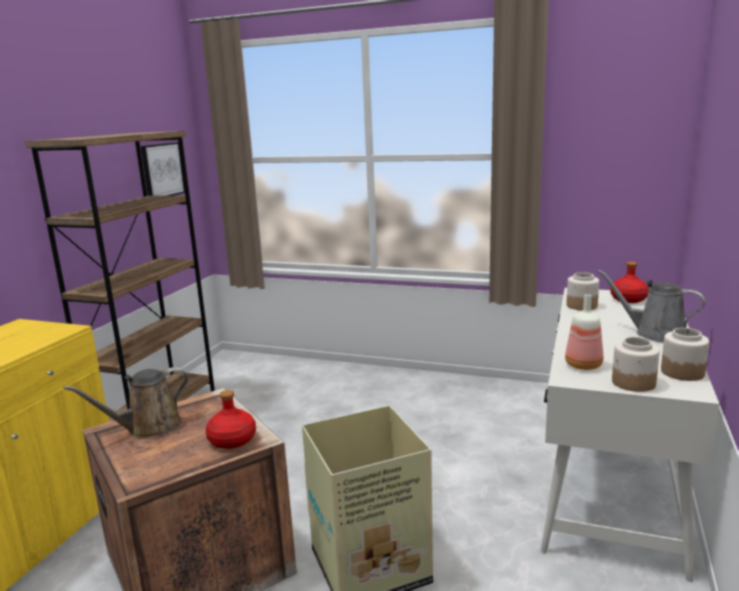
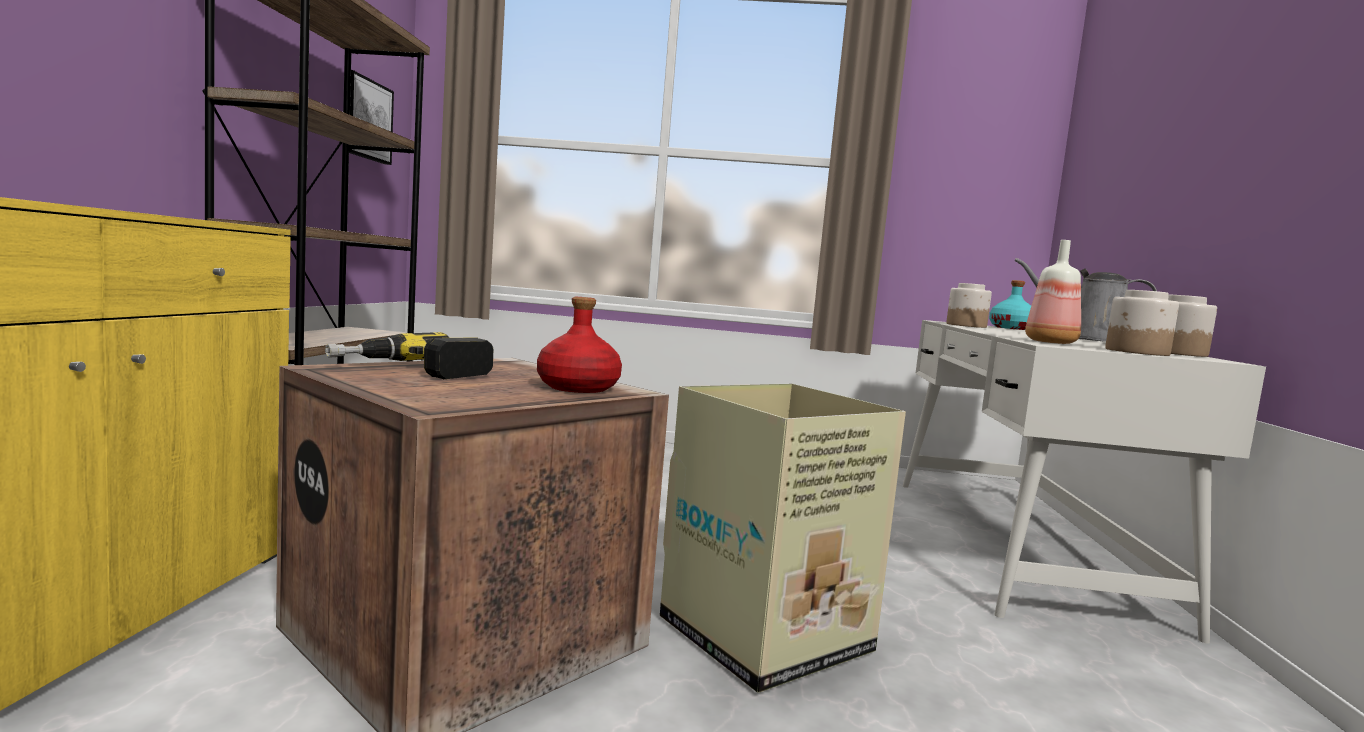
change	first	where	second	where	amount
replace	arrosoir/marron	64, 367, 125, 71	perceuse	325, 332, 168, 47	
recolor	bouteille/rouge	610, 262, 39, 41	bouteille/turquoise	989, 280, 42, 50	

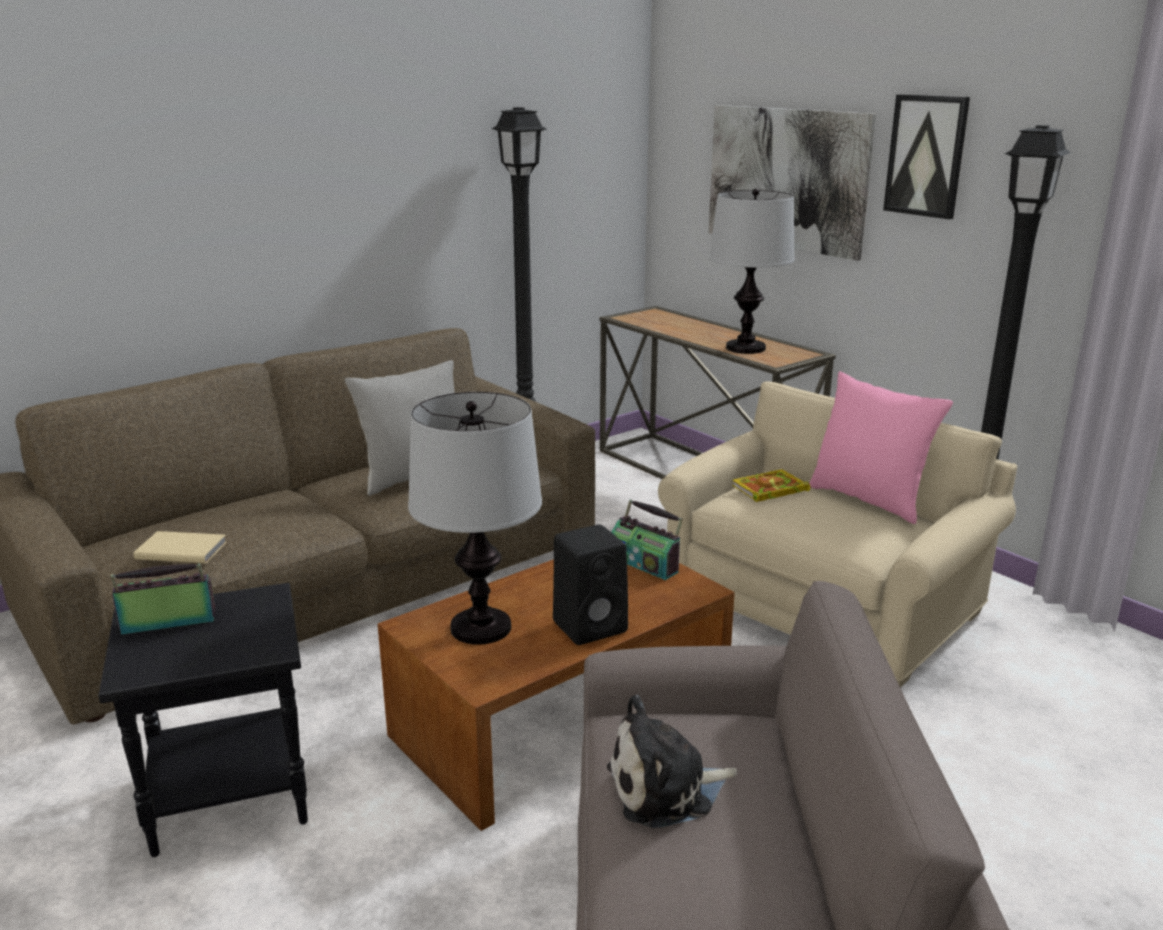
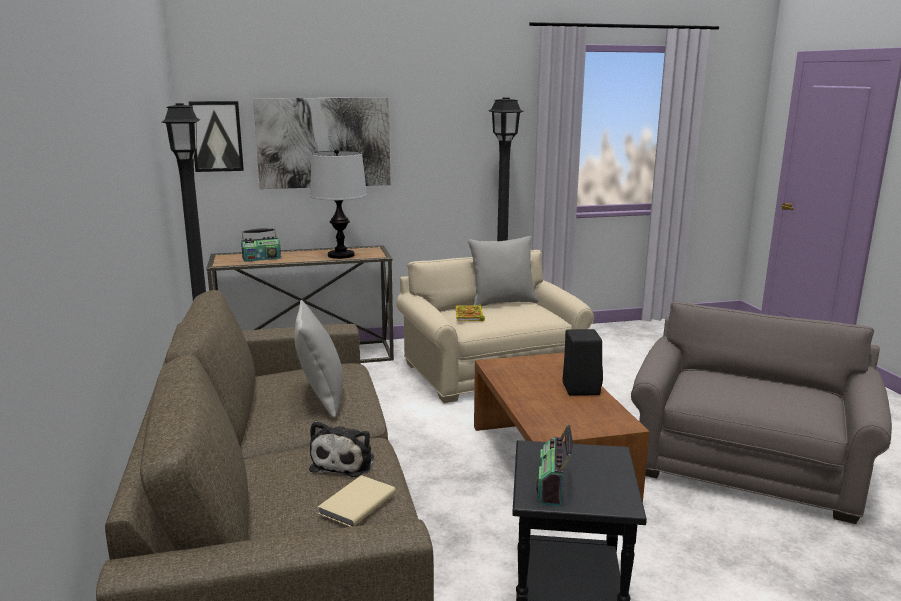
change	first	where	second	where	amount
delete	lampe de table	408, 392, 134, 253			
move	peluche	607, 695, 130, 133		309, 421, 65, 56	
move	radio	611, 499, 72, 81		241, 228, 40, 34	
recolor	coussin/rose	809, 371, 144, 153	coussin/gris	468, 236, 71, 70	
move	tableau	883, 94, 87, 125		189, 101, 55, 71	

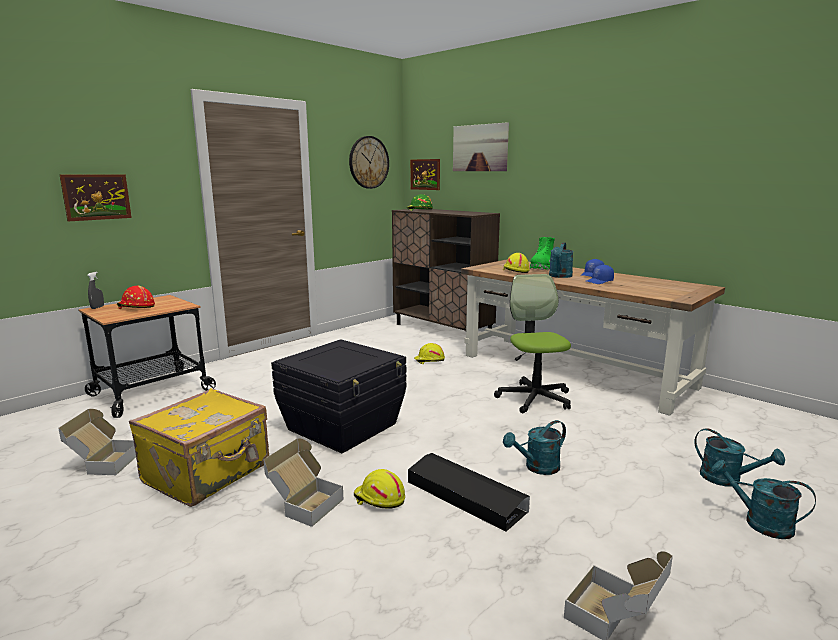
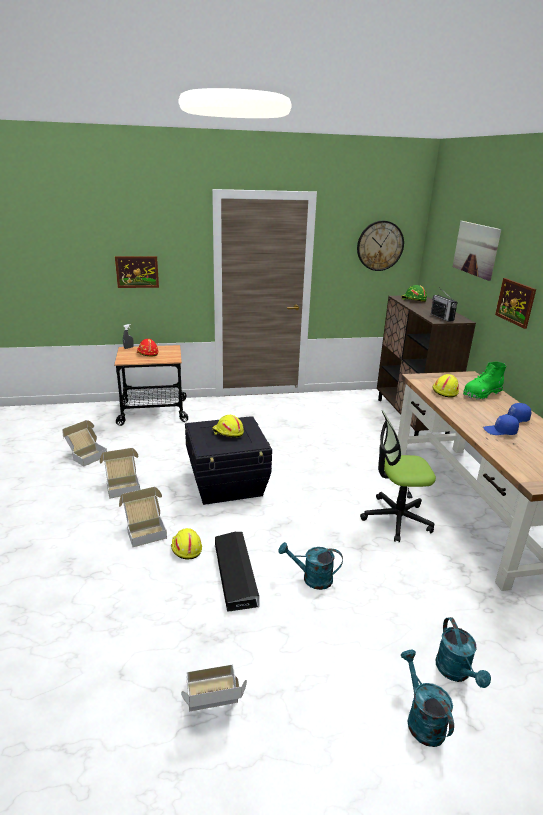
change	first	where	second	where	amount
replace	valise/jaune	129, 388, 140, 119	carton	100, 448, 40, 51	
move	tableau	410, 159, 30, 31		495, 278, 41, 51	
move	casque de chantier/jaune	414, 343, 31, 21		212, 415, 32, 22	
rotate	chaise de bureau	494, 274, 77, 139		360, 410, 76, 132	120 degrees counterclockwise
delete	arrosoir/turquoise	549, 242, 25, 36			
insert			radio	431, 287, 27, 35	

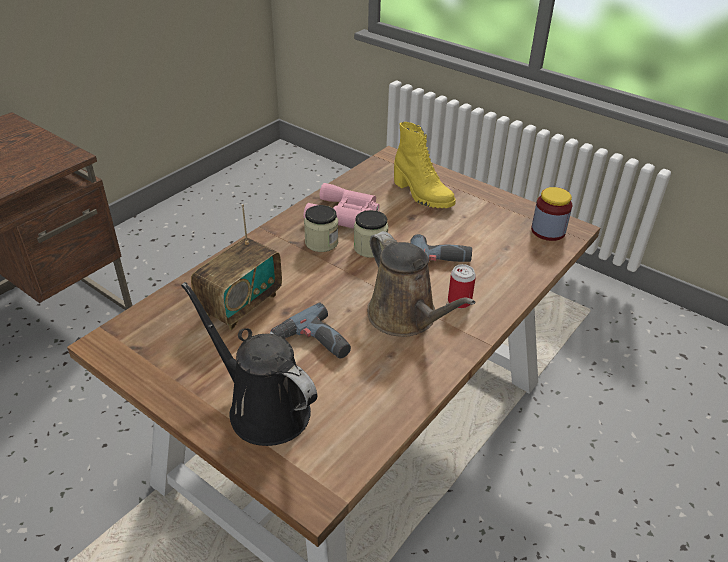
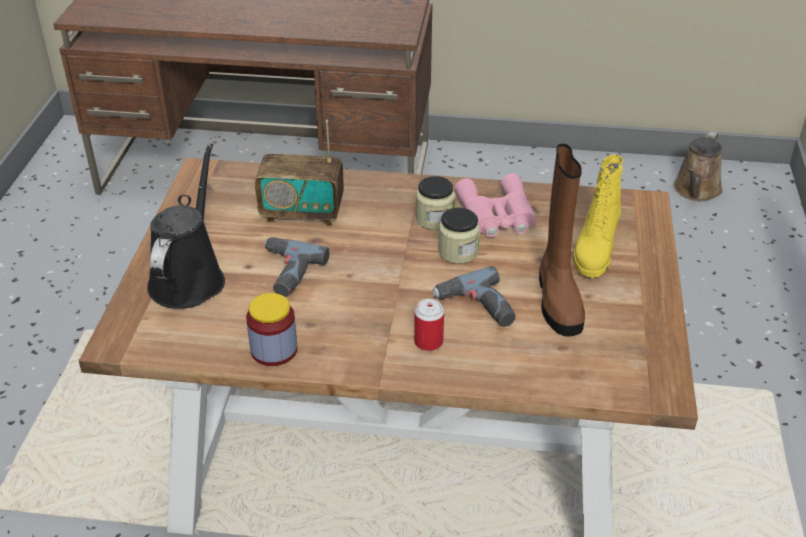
change	first	where	second	where	amount
move	arrosoir/marron	367, 231, 109, 106		673, 131, 49, 70	
move	bocal	531, 187, 42, 54		246, 293, 51, 73	
insert			botte/marron	539, 144, 46, 192	

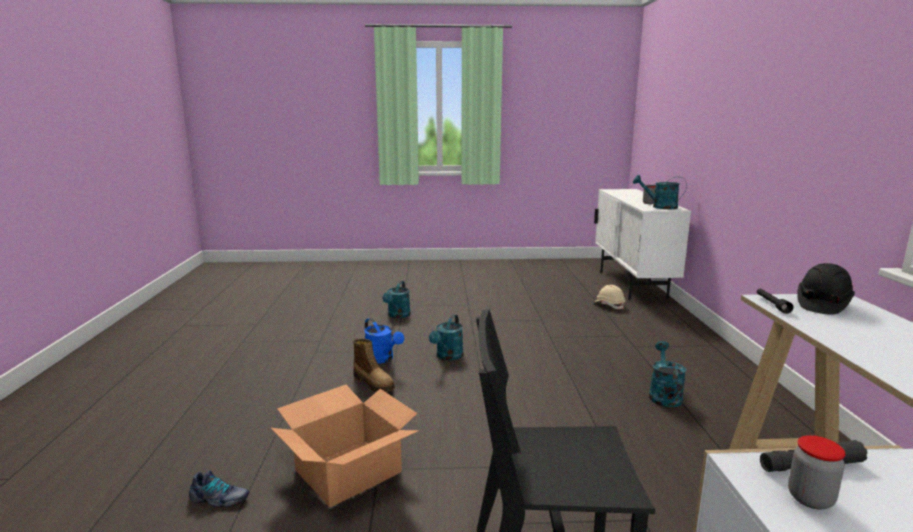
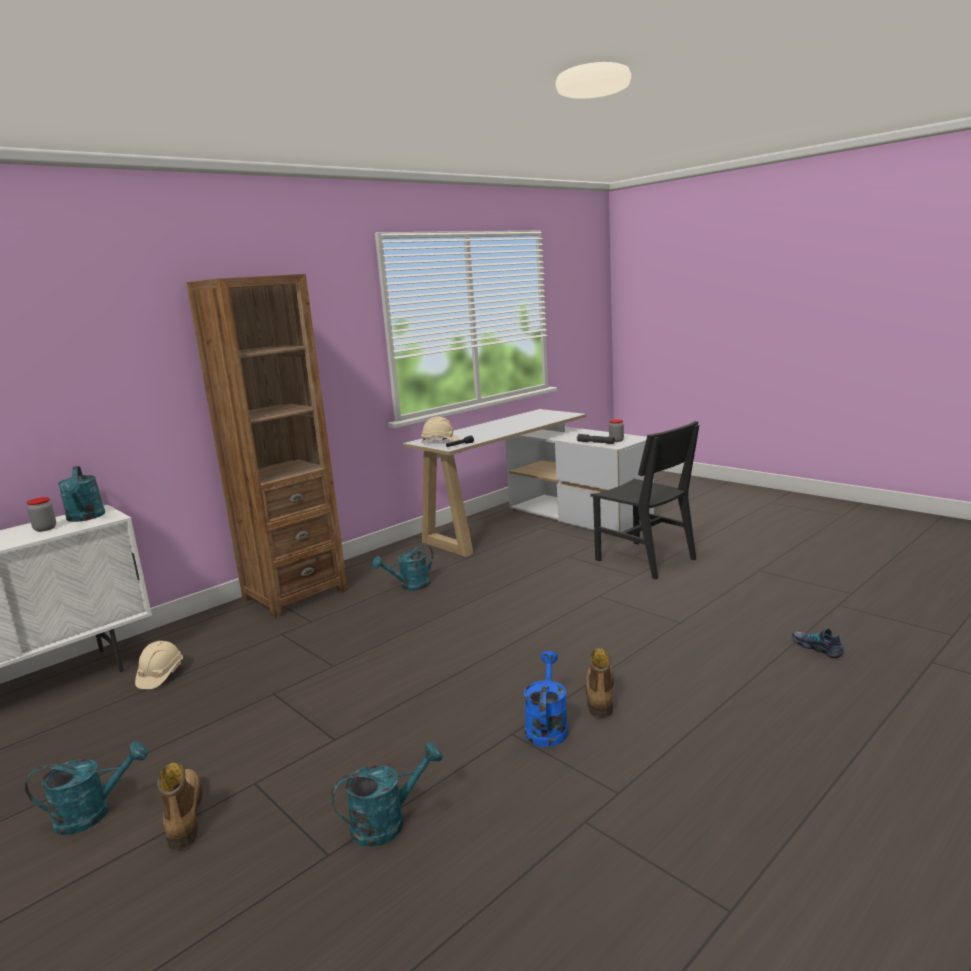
change	first	where	second	where	amount
delete	carton	271, 385, 148, 122			
move	arrosoir/turquoise	429, 314, 34, 46		25, 741, 123, 94	
recolor	casque de chantier/noir	797, 263, 58, 52	casque de chantier/beige	421, 417, 38, 27	
insert			botte	157, 763, 46, 87	
insert			bibliothèque/marron	187, 274, 161, 345	

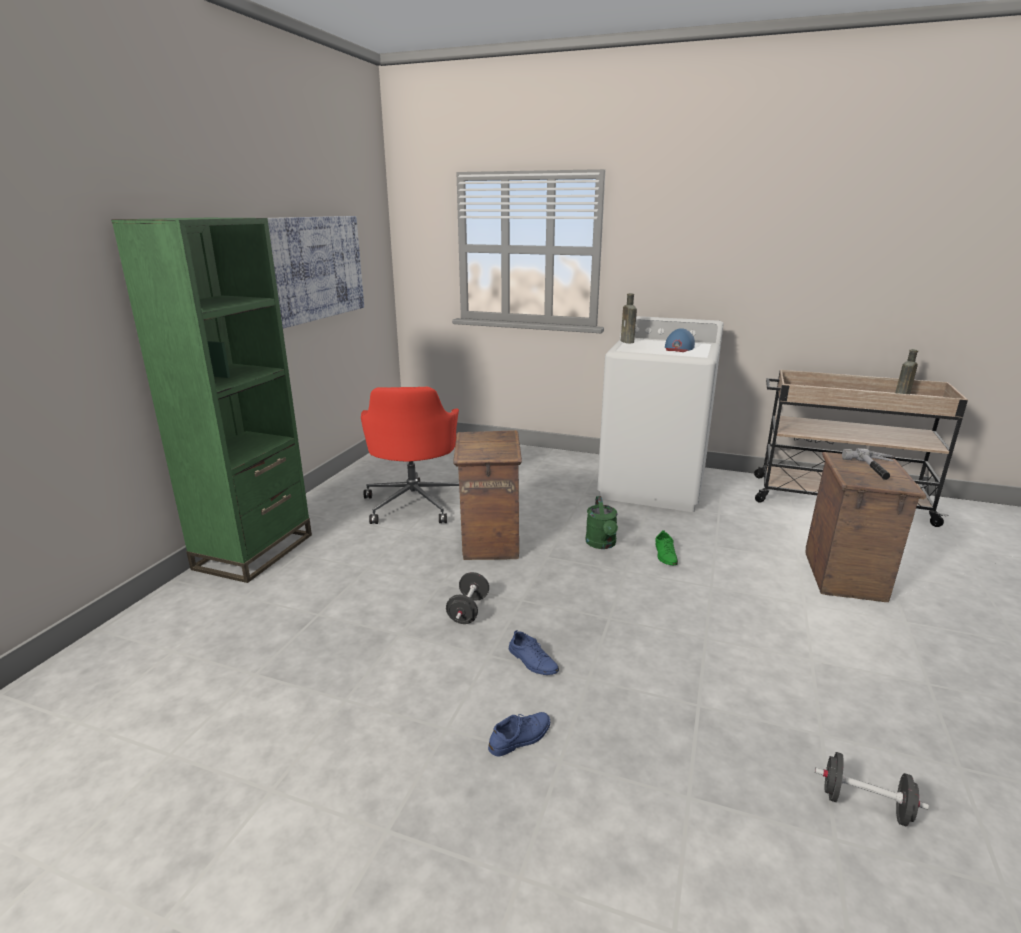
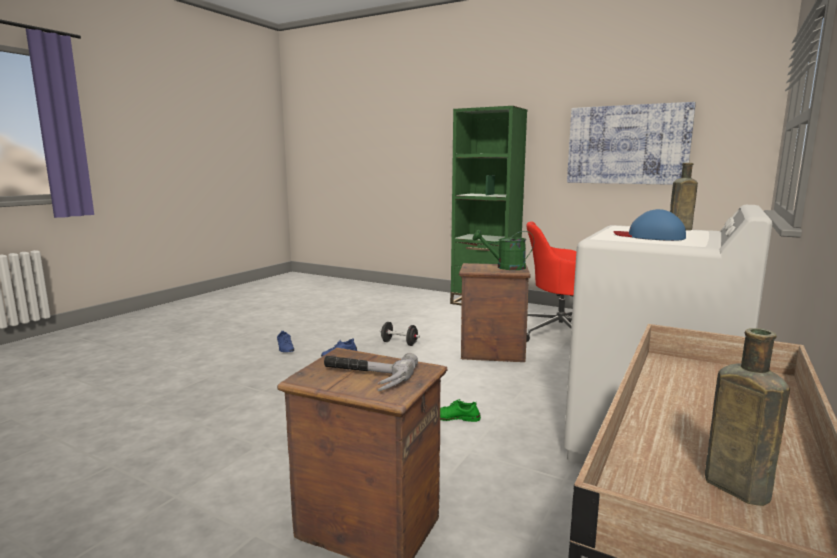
change	first	where	second	where	amount
move	arrosoir/vert	585, 496, 33, 53		473, 230, 61, 40	
delete	haltère/noir	815, 752, 114, 74			

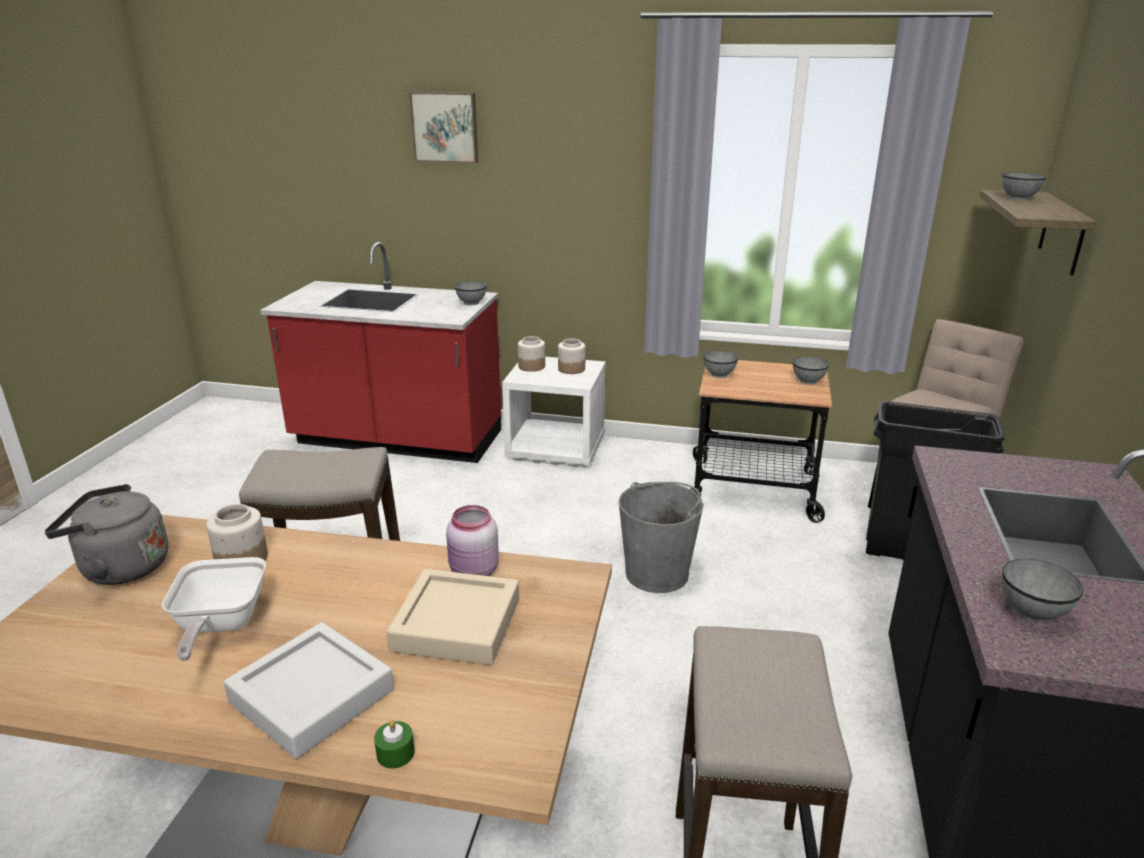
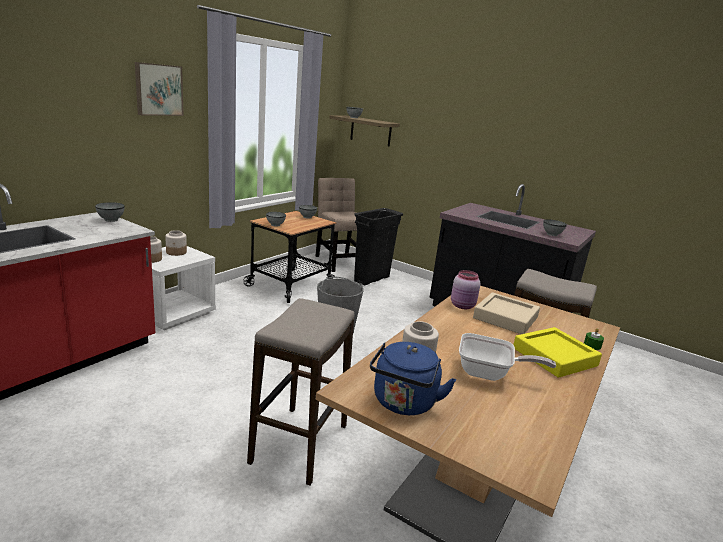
change	first	where	second	where	amount
recolor	bouilloire/gris	45, 484, 123, 101	bouilloire/bleu	370, 342, 86, 73	
recolor	plateau/gris	224, 622, 170, 137	plateau/jaune	513, 327, 89, 51	
move	tableau	409, 92, 69, 71		135, 62, 49, 54	

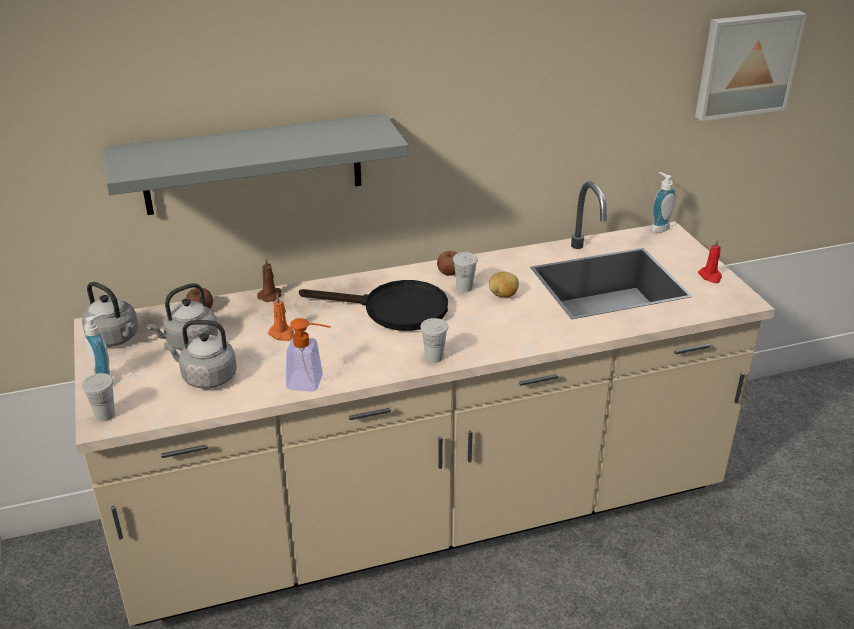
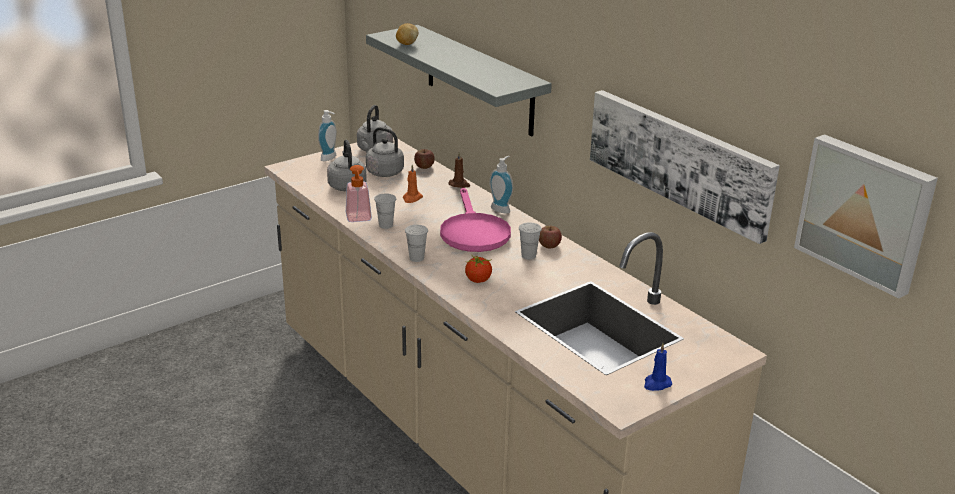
change	first	where	second	where	amount
move	tasse/blanc	82, 373, 33, 48		374, 193, 22, 36	
recolor	poêle/noir	299, 280, 149, 51	poêle/rose	440, 188, 71, 64	
move	pomme de terre	489, 272, 30, 25		396, 23, 22, 22	
move	distributeur de savon	650, 172, 26, 61		489, 156, 24, 58	
recolor	bougie/rouge	698, 238, 24, 45	bougie/bleu	644, 343, 28, 48	
insert			tomate	465, 256, 27, 27	
insert			tableau	590, 90, 190, 154	

